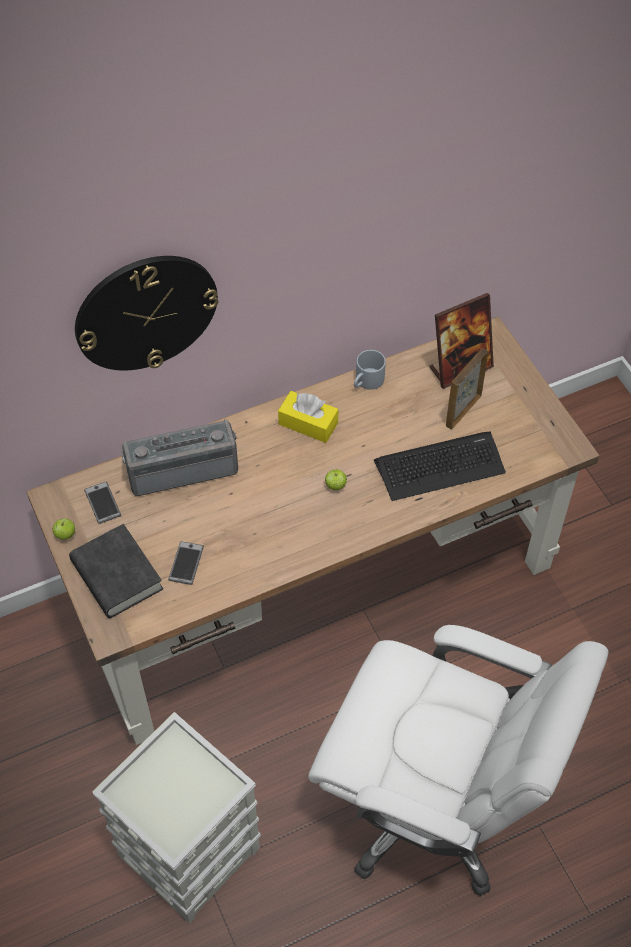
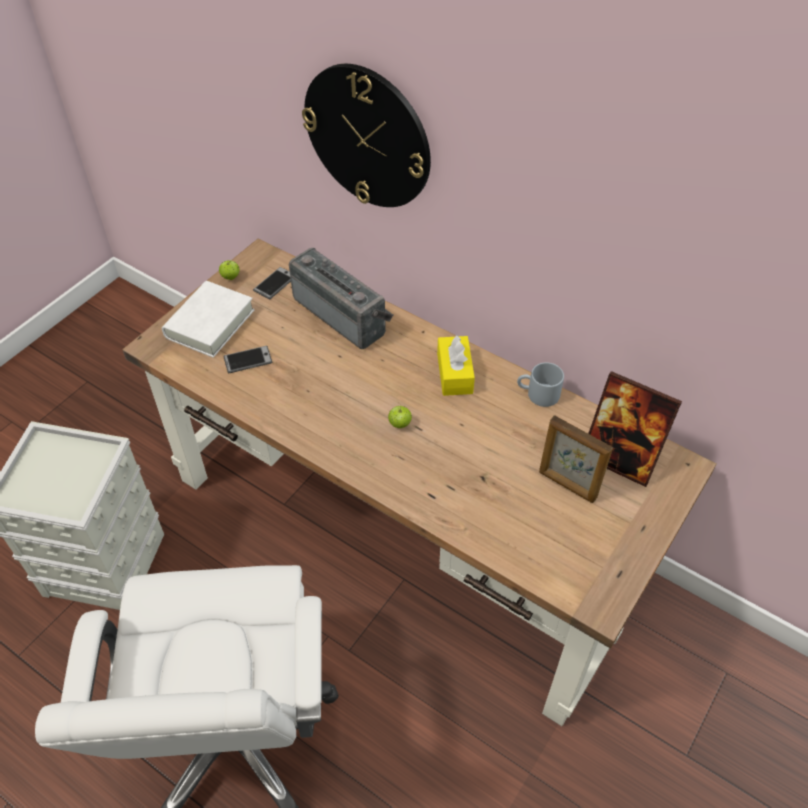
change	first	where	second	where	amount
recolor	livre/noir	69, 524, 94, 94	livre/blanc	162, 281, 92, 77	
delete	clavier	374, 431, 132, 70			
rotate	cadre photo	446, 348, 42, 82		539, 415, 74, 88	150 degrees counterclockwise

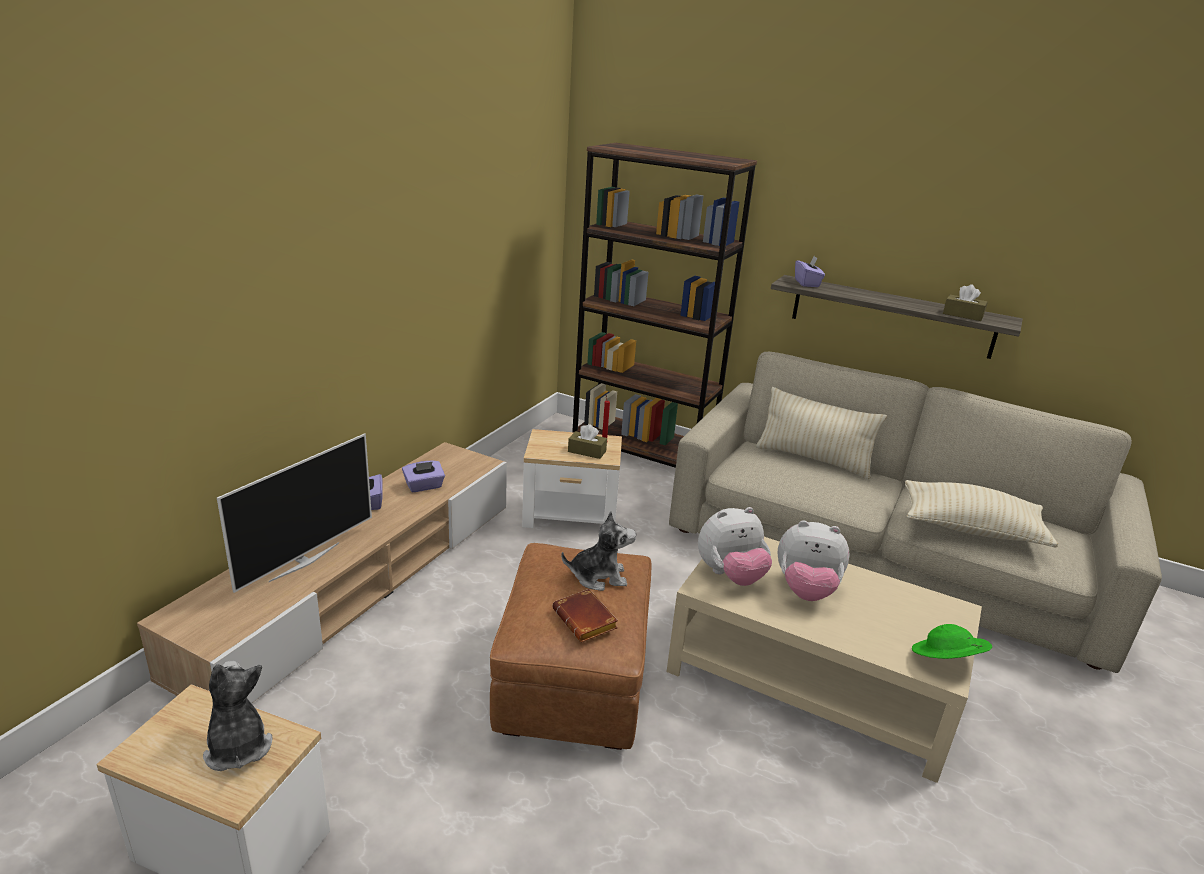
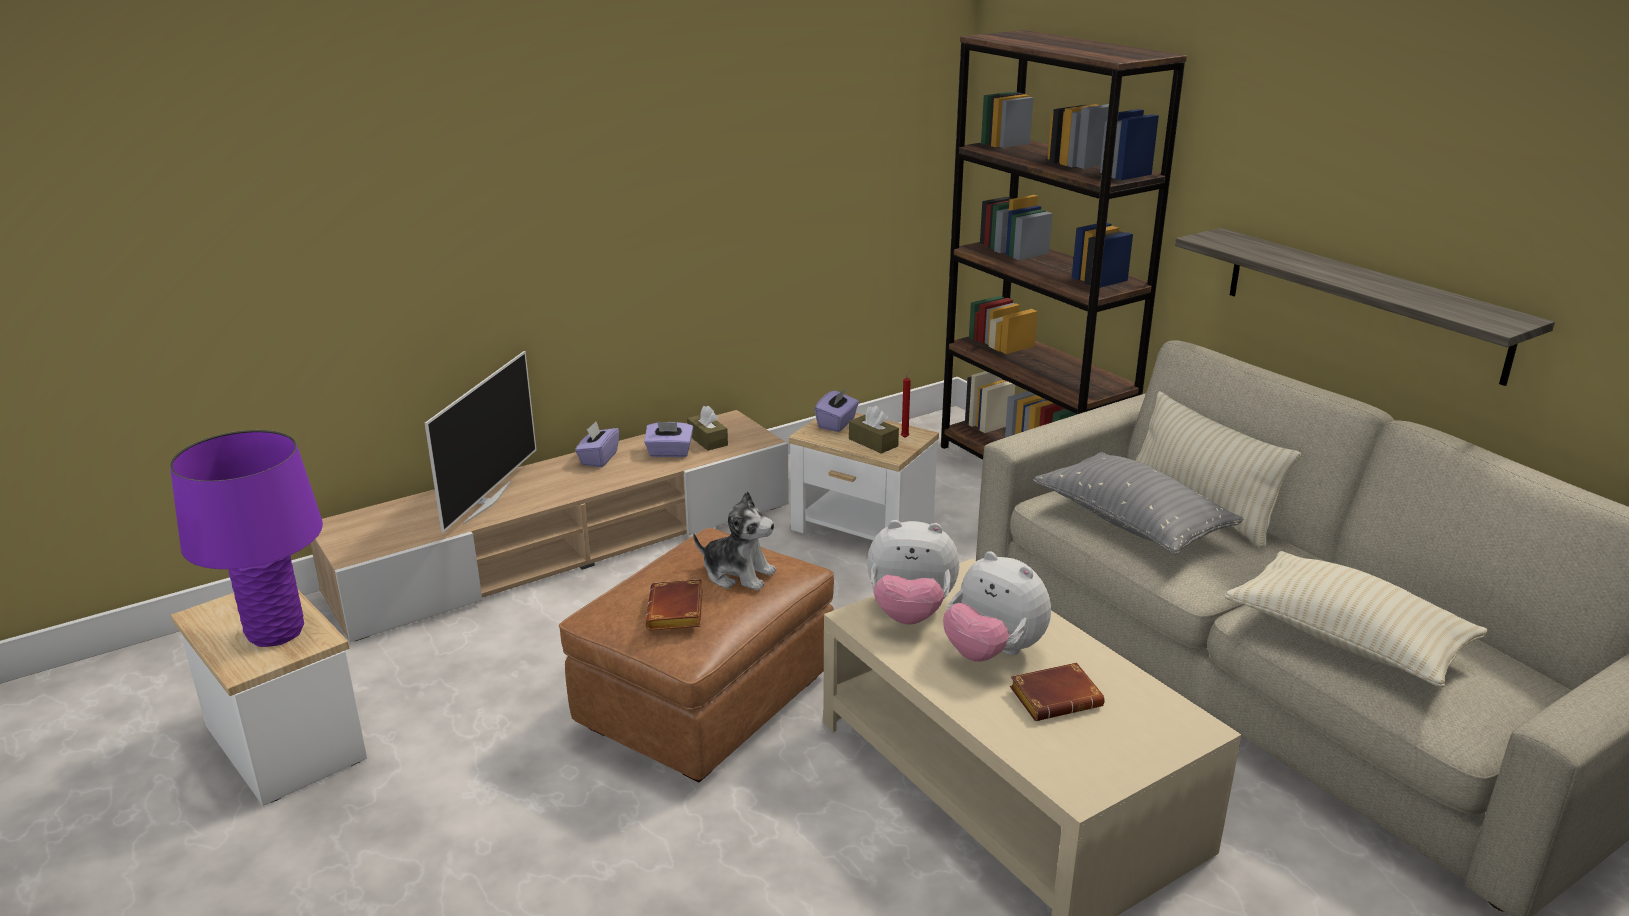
change	first	where	second	where	amount
replace	peluche	203, 661, 69, 110	lampe de table/violet	170, 430, 153, 217	
rotate	téléviseur	217, 433, 155, 160		425, 351, 111, 182	45 degrees counterclockwise
move	boîte à mouchoirs/violet	795, 256, 30, 31		815, 389, 44, 43	
delete	chapeau/vert	912, 624, 80, 35			
move	boîte à mouchoirs/marron	943, 284, 45, 37		687, 406, 41, 45	
insert			livre/marron	1010, 662, 95, 59	
insert			coussin/gris	1033, 452, 211, 103	

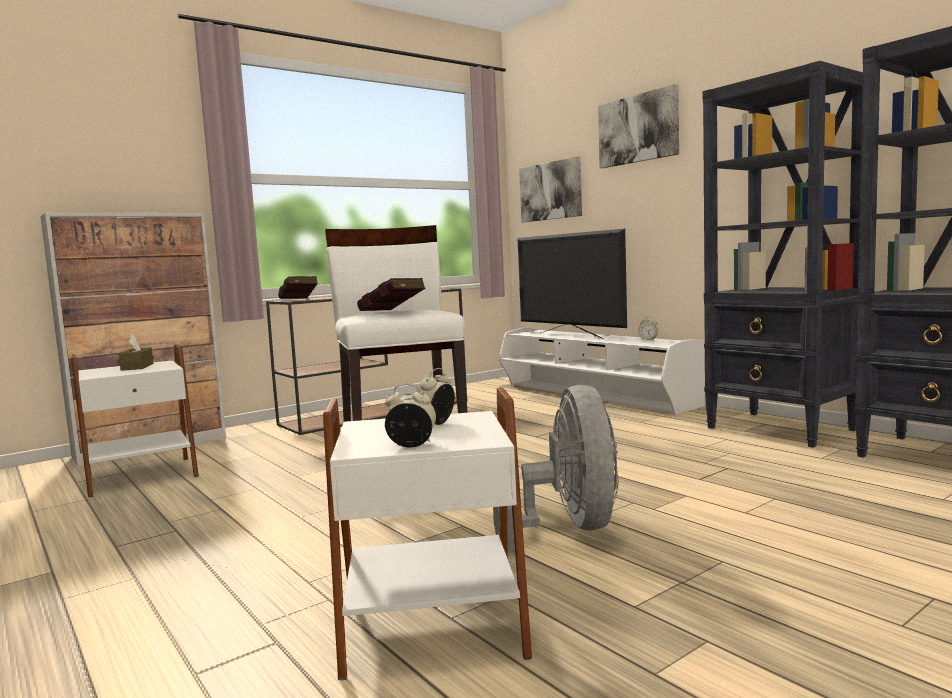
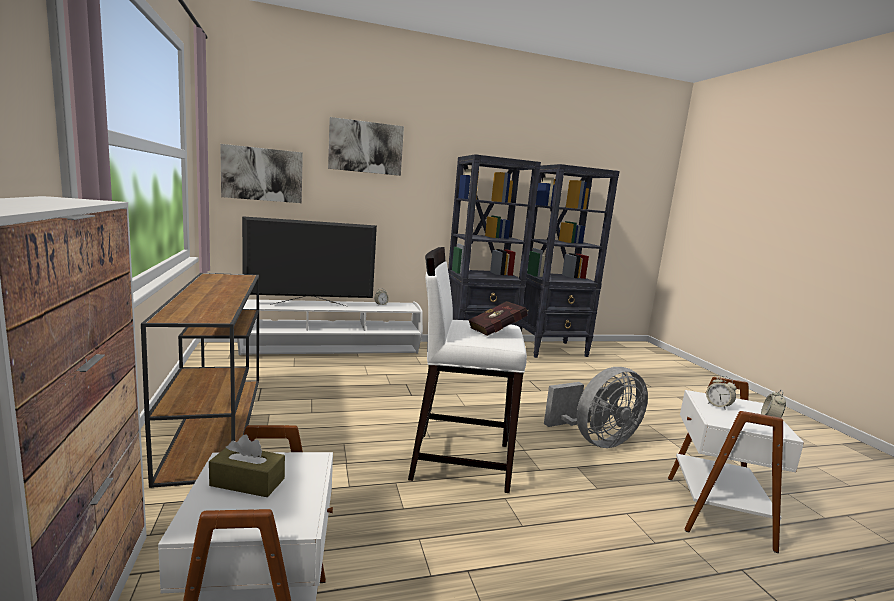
change	first	where	second	where	amount
delete	livre/rouge	278, 276, 40, 23			
rotate	ventilateur/gris	493, 385, 126, 168		544, 367, 104, 81	135 degrees clockwise

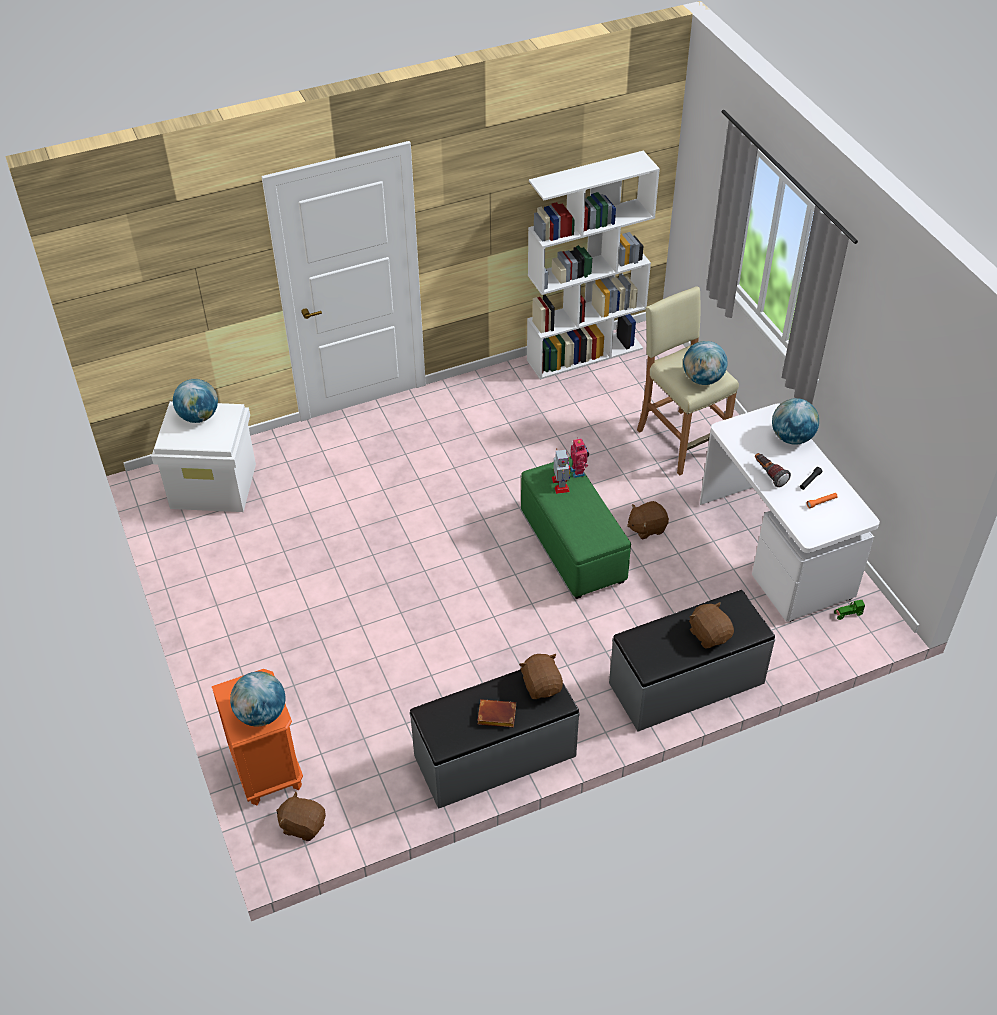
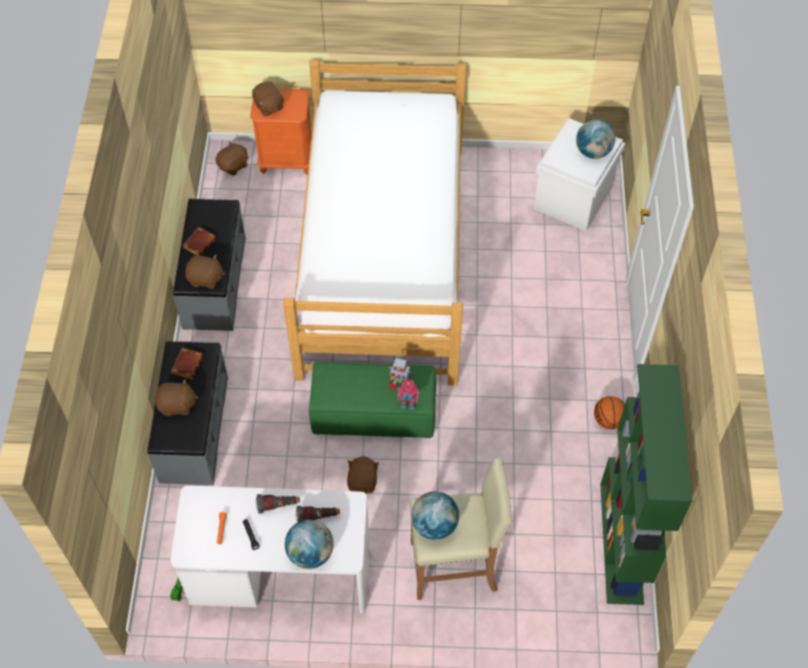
change	first	where	second	where	amount
replace	globe	230, 672, 56, 55	peluche/marron	252, 82, 33, 34	
recolor	bibliothèque/blanc	527, 151, 133, 229	bibliothèque/vert	600, 364, 92, 241	
insert			livre/marron	171, 348, 32, 32	
insert			lit	283, 59, 183, 327	
insert			lampe de poche	296, 506, 44, 16	
insert			ballon de basket	594, 396, 31, 33	

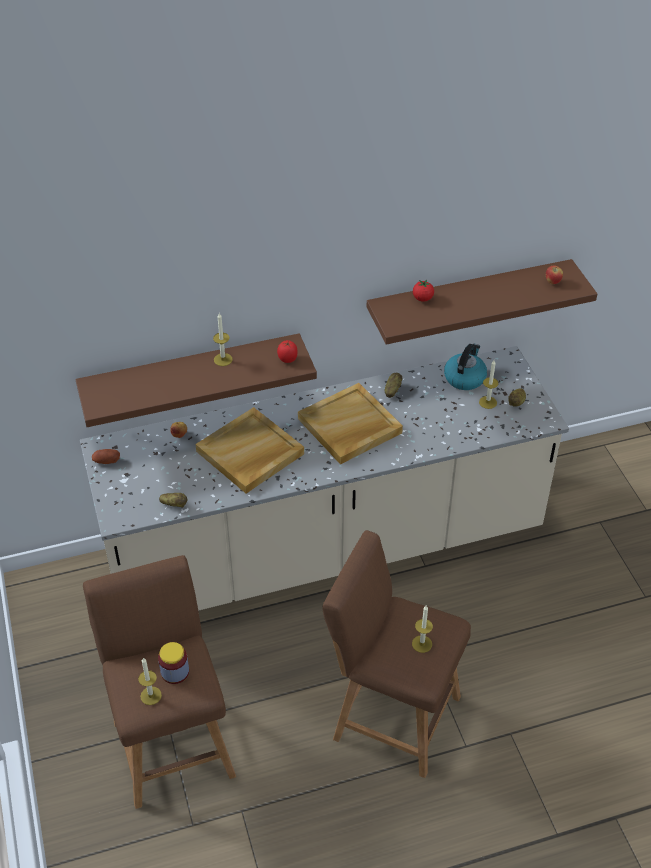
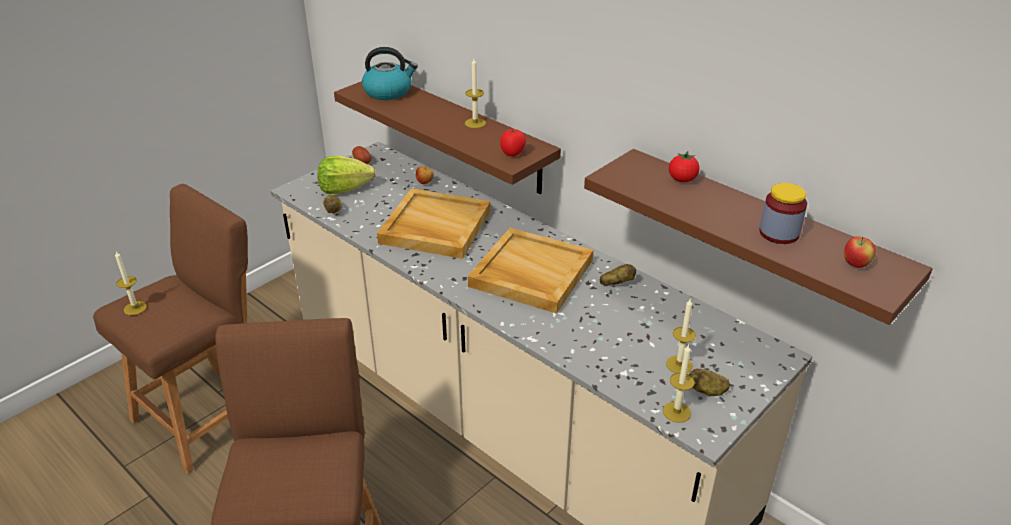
change	first	where	second	where	amount
move	bocal	158, 642, 31, 42		760, 183, 47, 61	
move	bougie	412, 606, 21, 47		663, 344, 32, 79	
move	bouilloire	444, 344, 43, 46		362, 47, 56, 53	
insert			laitue	317, 156, 59, 38	

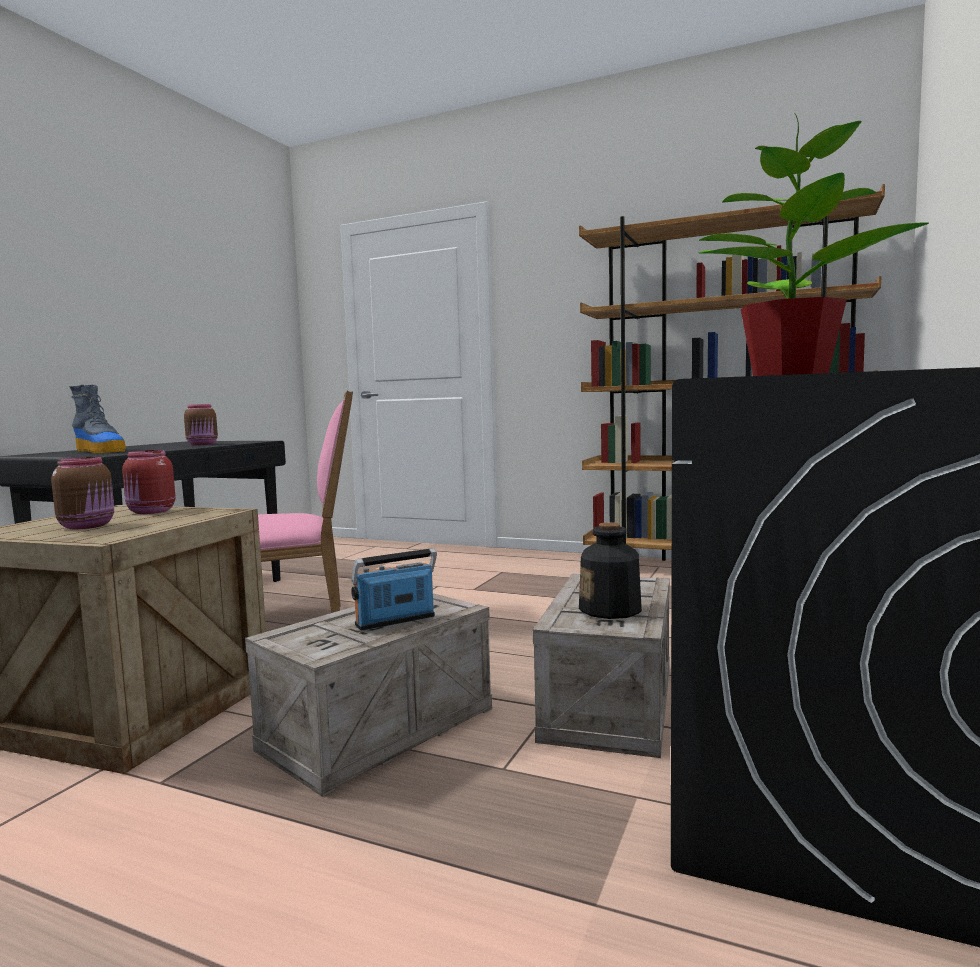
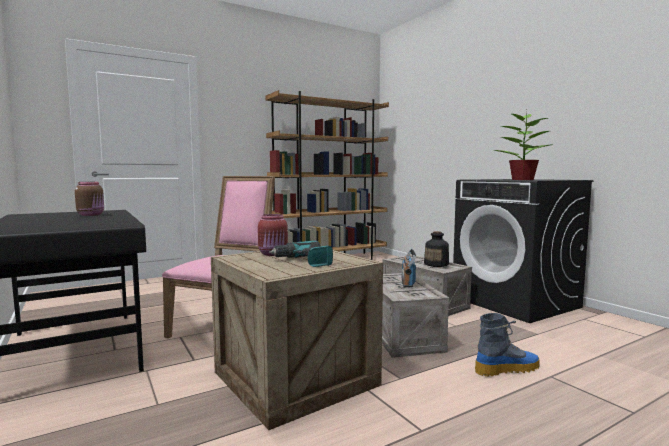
change	first	where	second	where	amount
replace	bocal/marron	51, 457, 63, 72	perceuse	269, 240, 64, 27	
move	botte	69, 385, 57, 68		475, 313, 64, 63	

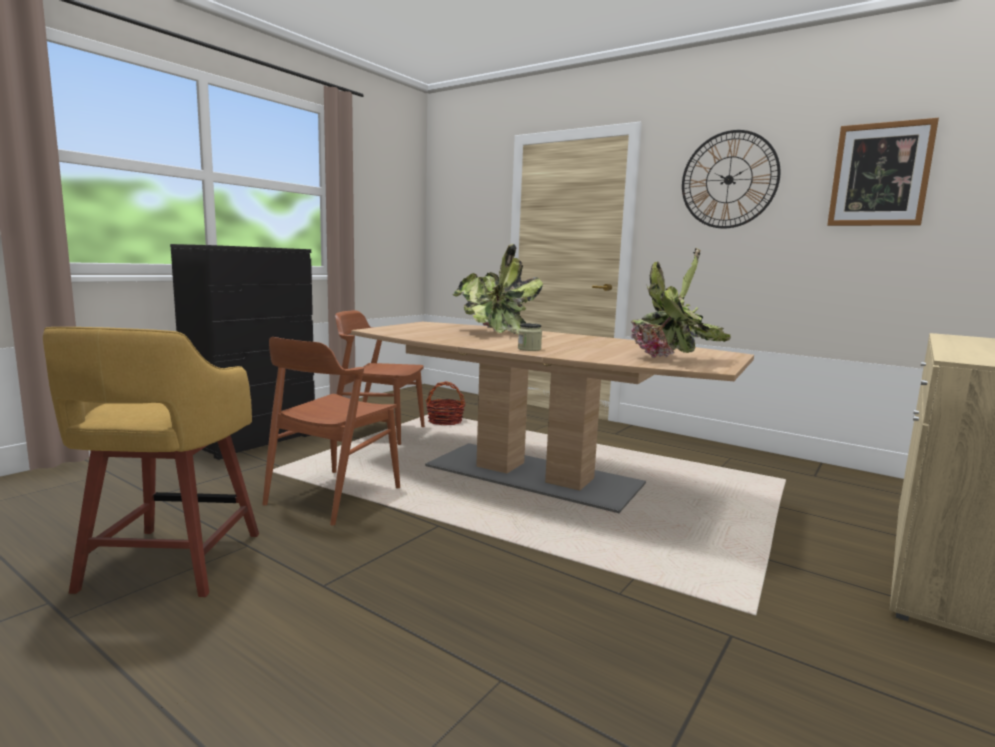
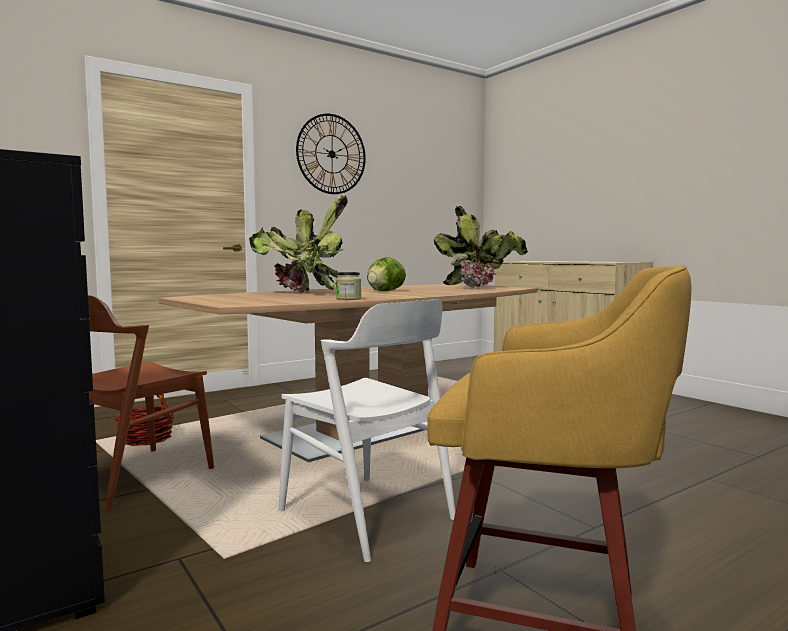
change	first	where	second	where	amount
recolor	chaise/marron	262, 337, 138, 189	chaise/blanc	279, 299, 176, 263	
move	bocal	518, 323, 24, 28		336, 272, 25, 28	
delete	tableau	827, 118, 112, 108			
insert			laitue	367, 257, 39, 34	

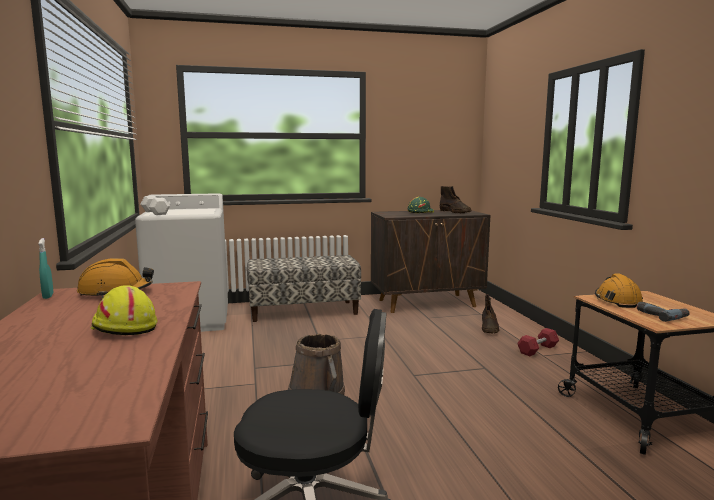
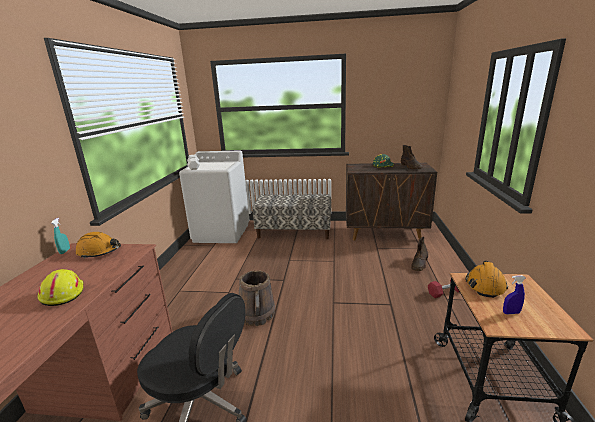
change	first	where	second	where	amount
replace	perceuse	637, 302, 52, 20	vaporisateur/bleu	503, 275, 23, 39	

